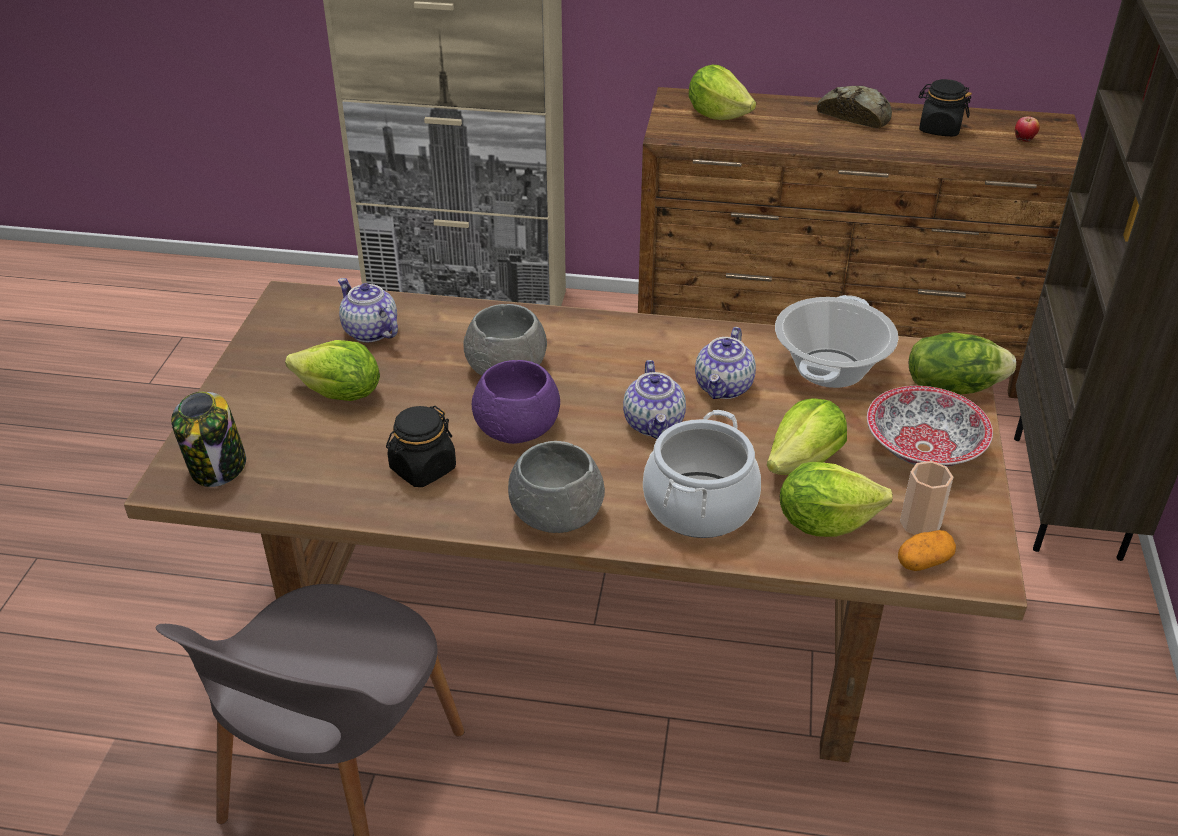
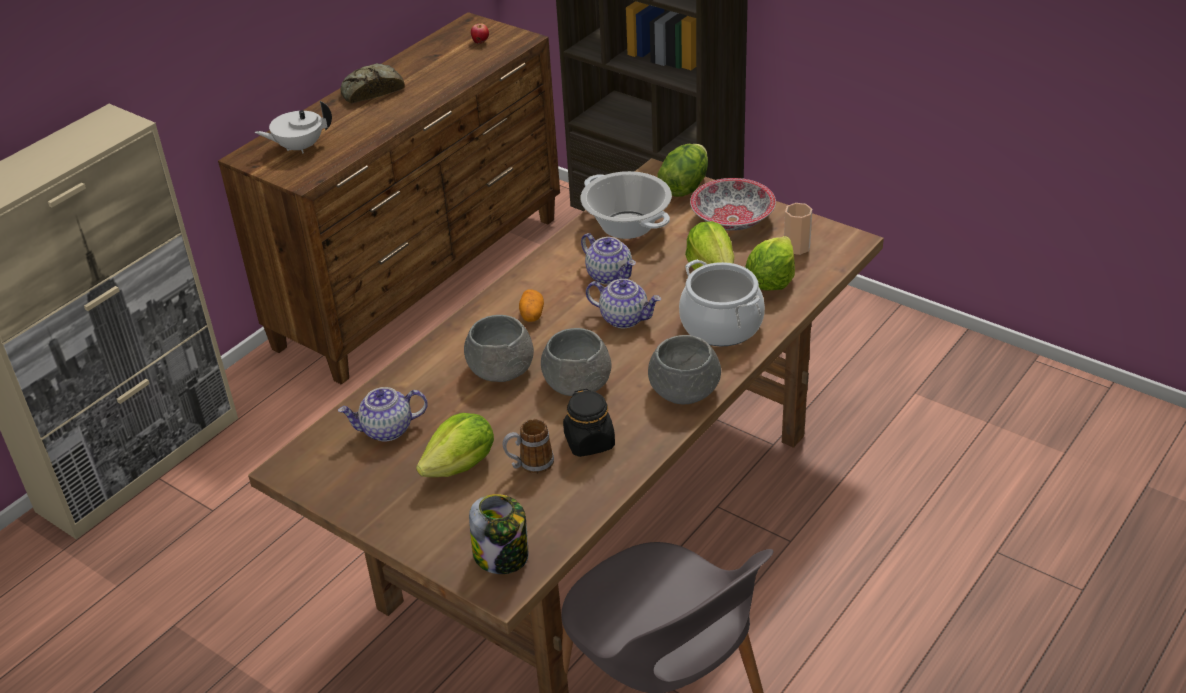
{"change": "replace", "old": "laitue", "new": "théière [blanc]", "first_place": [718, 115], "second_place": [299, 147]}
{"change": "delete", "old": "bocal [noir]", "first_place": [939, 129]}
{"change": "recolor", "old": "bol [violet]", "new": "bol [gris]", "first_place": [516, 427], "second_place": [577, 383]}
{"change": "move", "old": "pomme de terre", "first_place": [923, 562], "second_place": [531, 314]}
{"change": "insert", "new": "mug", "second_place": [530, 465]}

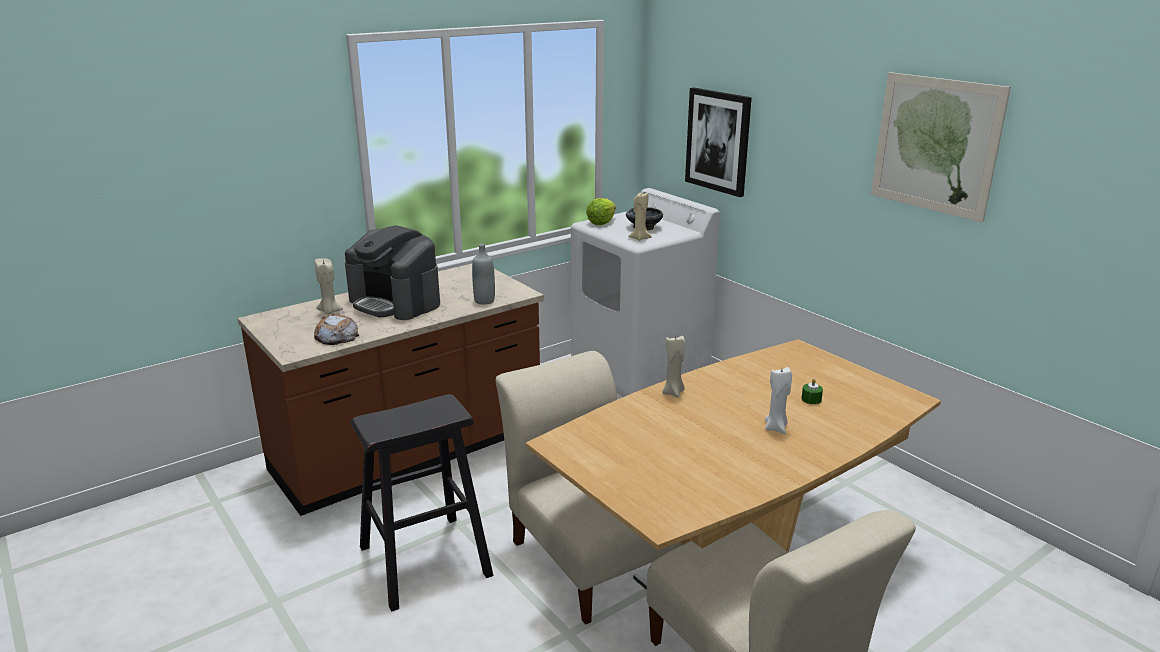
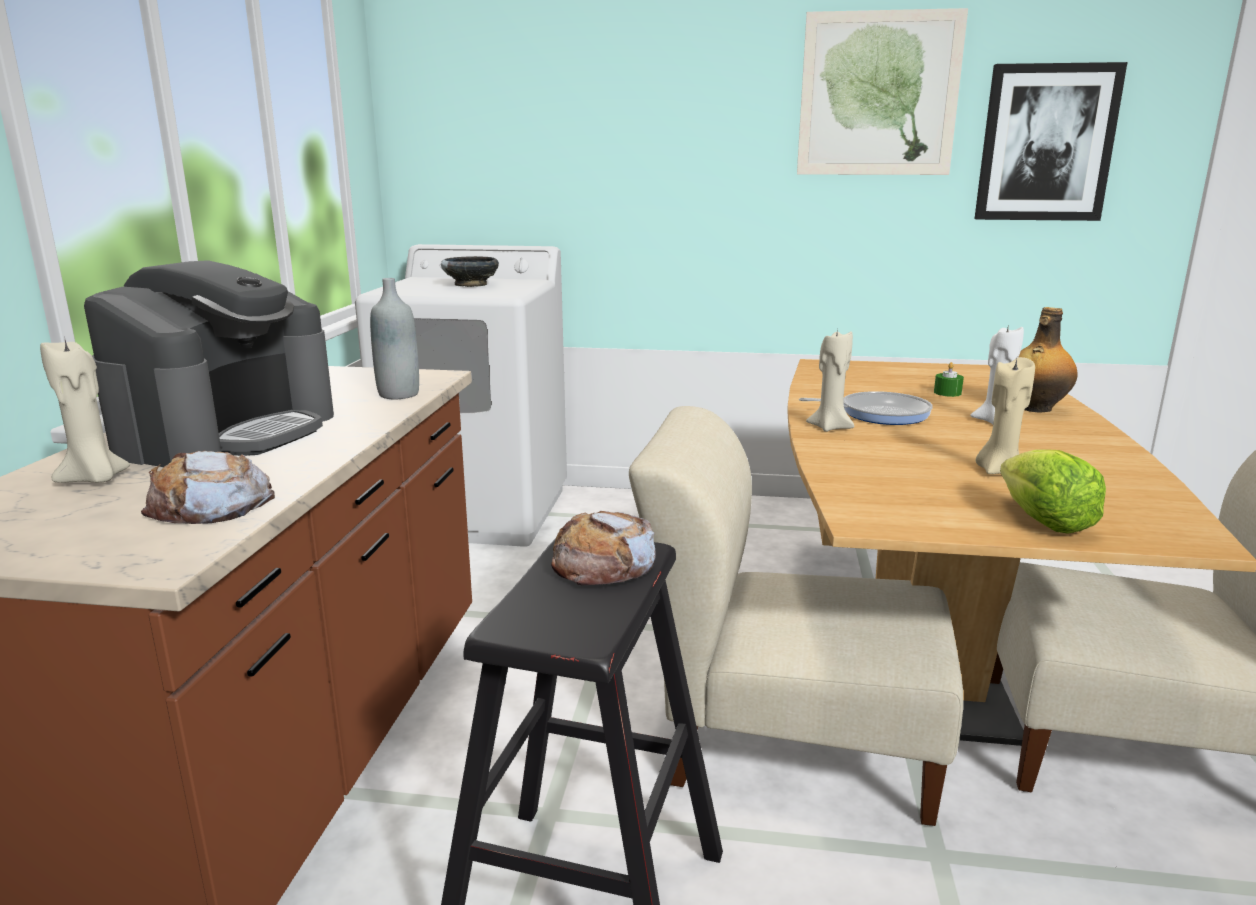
{"change": "move", "old": "tableau", "first_place": [718, 141], "second_place": [1046, 143]}
{"change": "move", "old": "bougie [beige]", "first_place": [639, 238], "second_place": [998, 471]}
{"change": "move", "old": "laitue", "first_place": [601, 222], "second_place": [1043, 521]}
{"change": "rotate", "old": "machine à café", "first_place": [395, 302], "second_place": [228, 433], "degrees": -60}
{"change": "insert", "new": "bouteille", "second_place": [1035, 408]}
{"change": "insert", "new": "poêle", "second_place": [879, 414]}
{"change": "insert", "new": "pain", "second_place": [603, 562]}

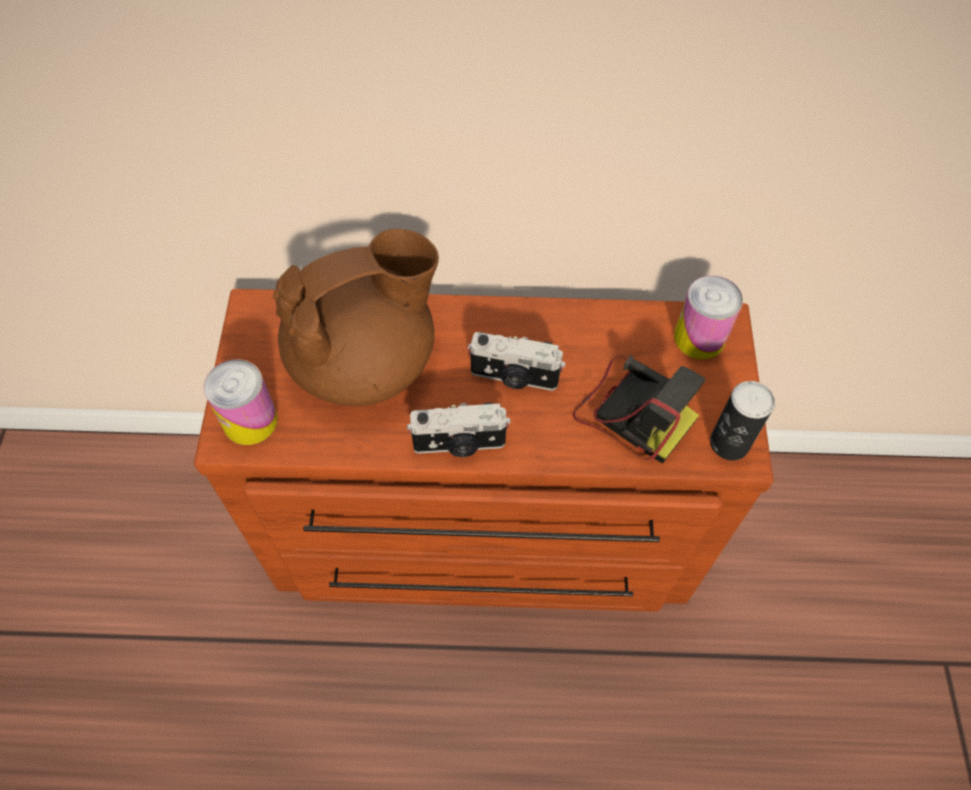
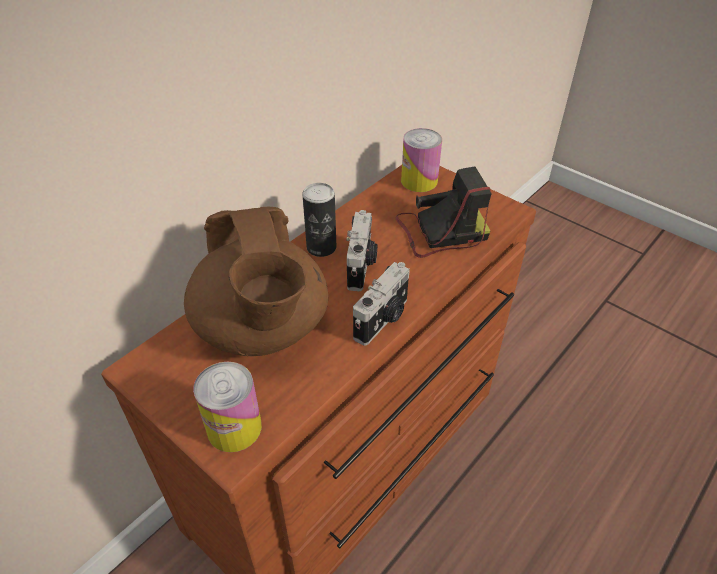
{"change": "rotate", "old": "théière [marron]", "first_place": [365, 360], "second_place": [263, 329], "degrees": 150}
{"change": "rotate", "old": "appareil photo", "first_place": [514, 377], "second_place": [361, 266], "degrees": -45}
{"change": "move", "old": "boîte métallique", "first_place": [729, 443], "second_place": [321, 247]}

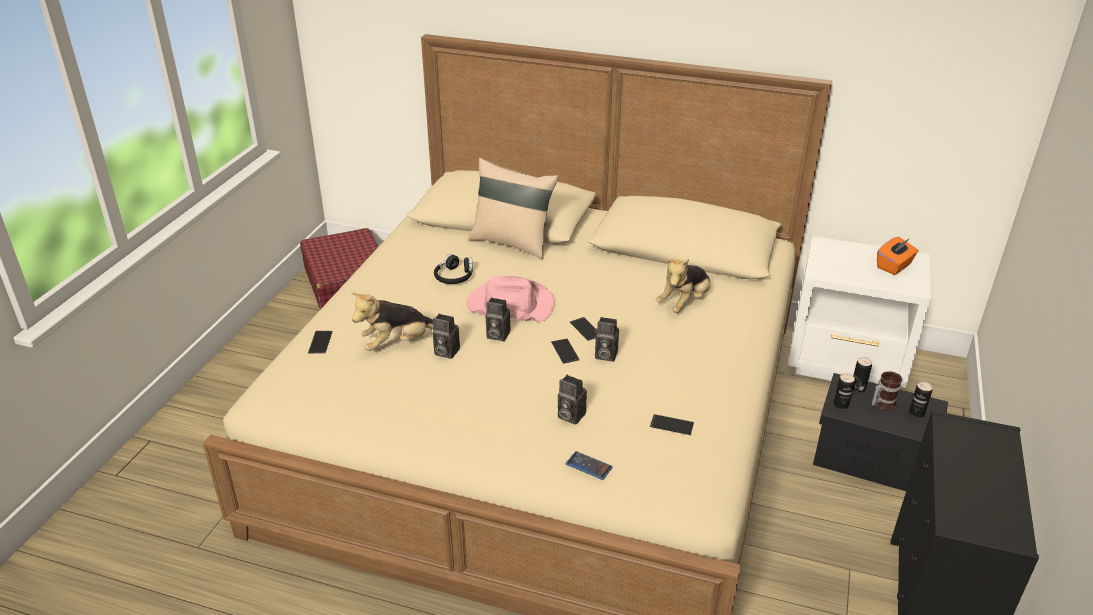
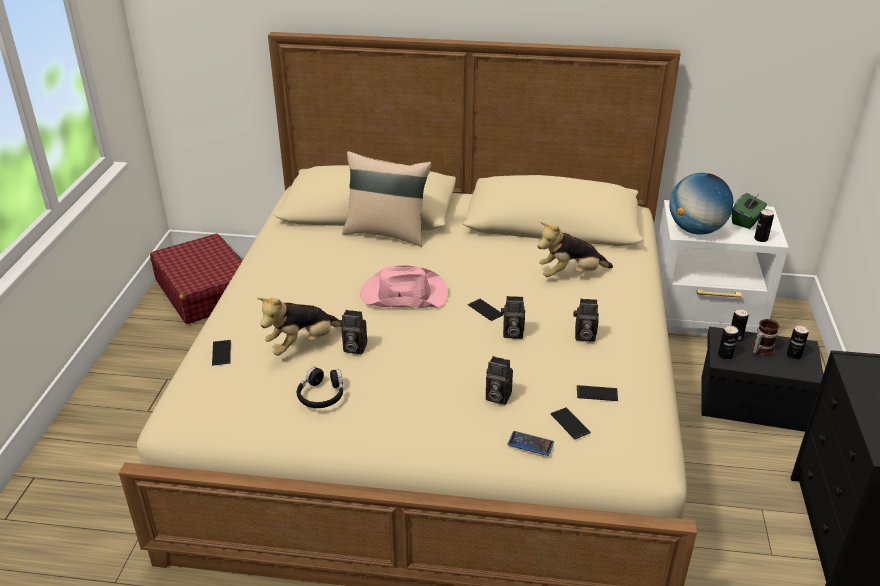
{"change": "recolor", "old": "boîte à mouchoirs [orange]", "new": "boîte à mouchoirs [vert]", "first_place": [894, 266], "second_place": [746, 221]}
{"change": "move", "old": "casque audio [noir]", "first_place": [454, 277], "second_place": [321, 395]}
{"change": "rotate", "old": "peluche", "first_place": [684, 303], "second_place": [570, 274], "degrees": 45}
{"change": "move", "old": "appareil photo", "first_place": [496, 335], "second_place": [583, 336]}
{"change": "move", "old": "téléphone", "first_place": [565, 351], "second_place": [570, 423]}
{"change": "insert", "new": "globe", "second_place": [696, 230]}
{"change": "insert", "new": "boîte métallique", "second_place": [761, 239]}

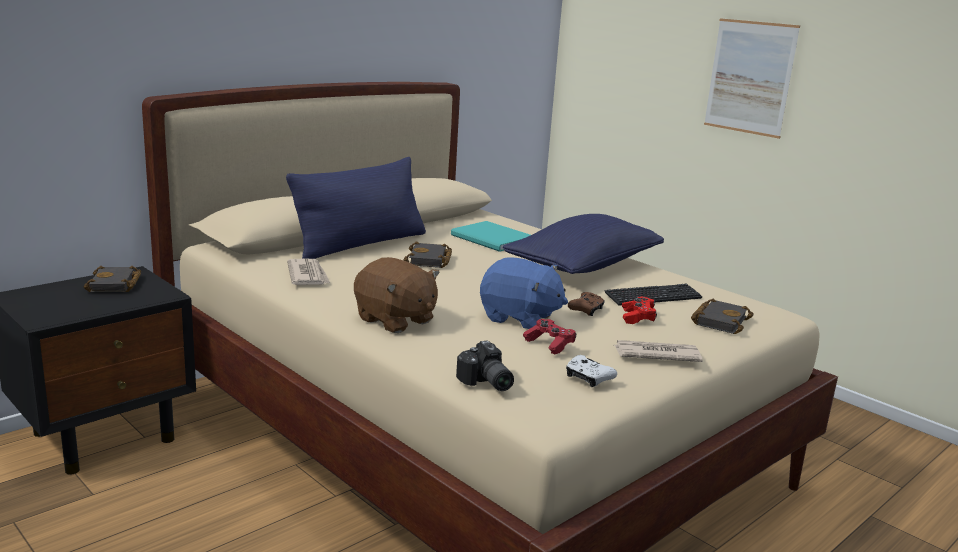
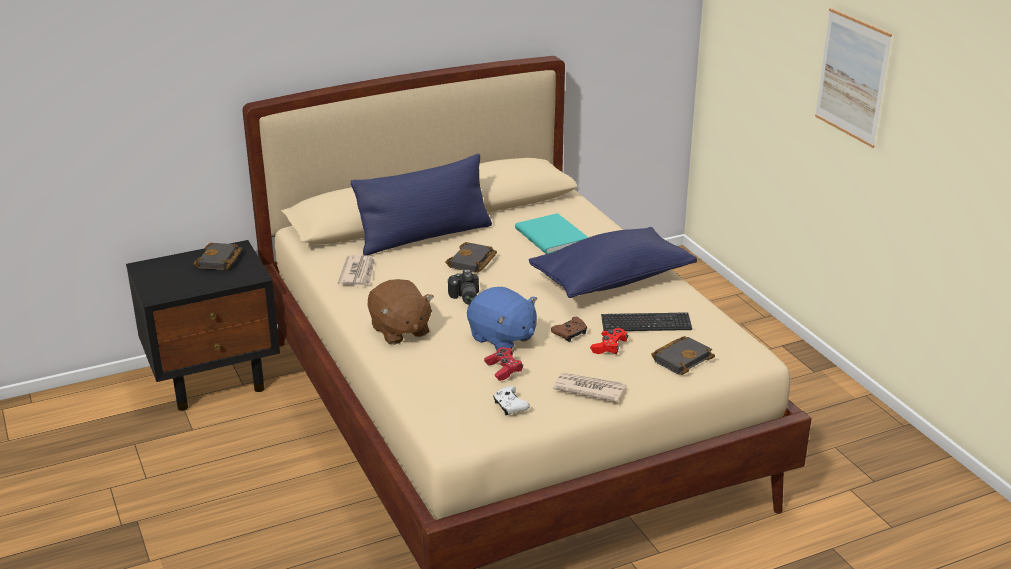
{"change": "move", "old": "appareil photo", "first_place": [485, 383], "second_place": [464, 298]}

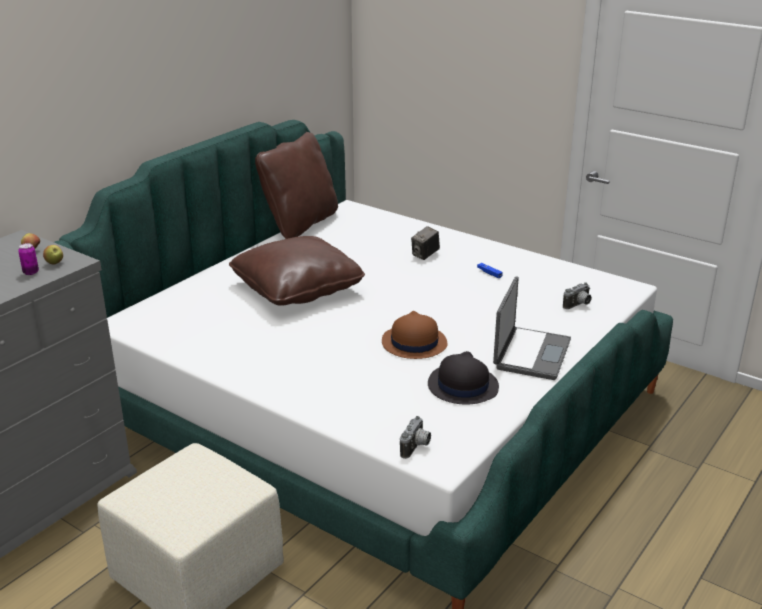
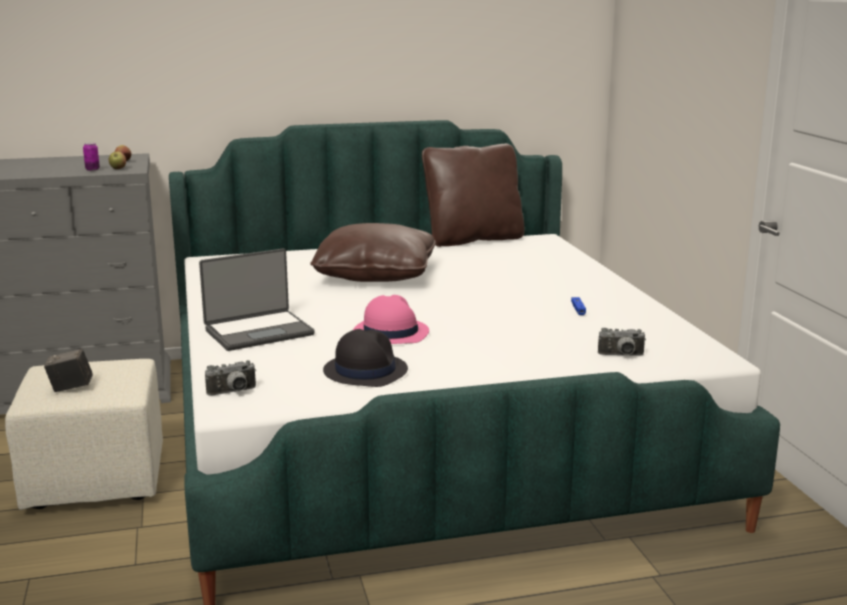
{"change": "move", "old": "appareil photo", "first_place": [425, 255], "second_place": [70, 388]}
{"change": "move", "old": "ordinateur portable", "first_place": [530, 354], "second_place": [258, 332]}
{"change": "recolor", "old": "chapeau [marron]", "new": "chapeau [rose]", "first_place": [413, 343], "second_place": [390, 332]}

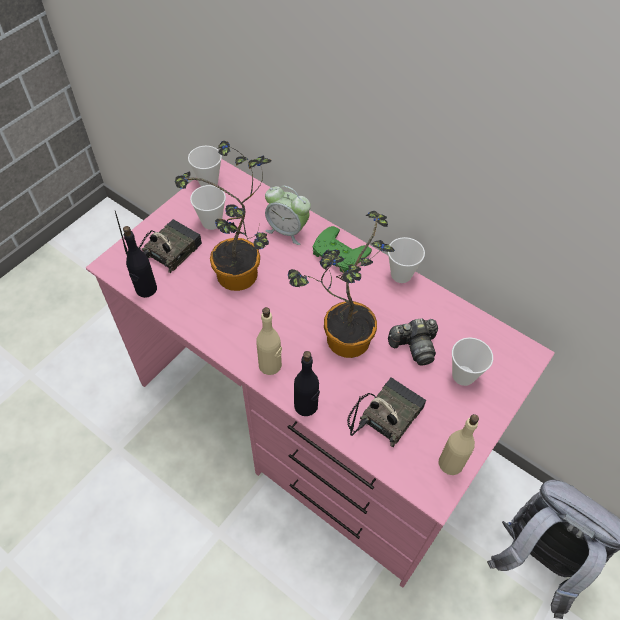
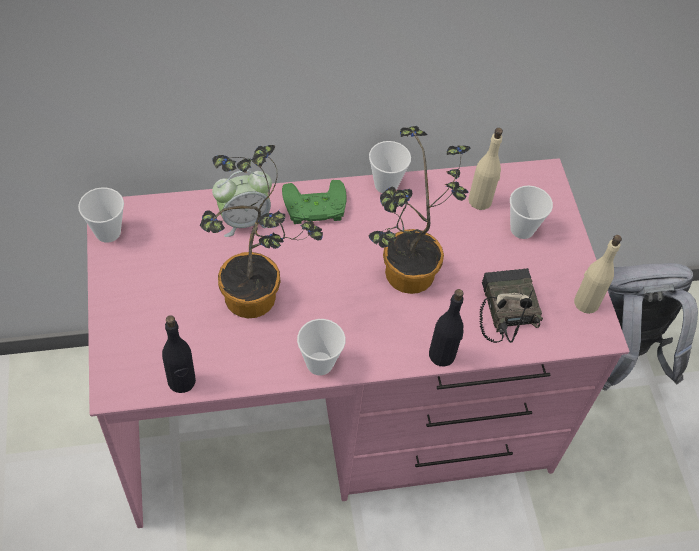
{"change": "move", "old": "tasse", "first_place": [211, 222], "second_place": [319, 363]}
{"change": "delete", "old": "radio", "first_place": [168, 250]}
{"change": "move", "old": "bouteille [beige]", "first_place": [270, 365], "second_place": [480, 200]}
{"change": "delete", "old": "appareil photo", "first_place": [414, 346]}

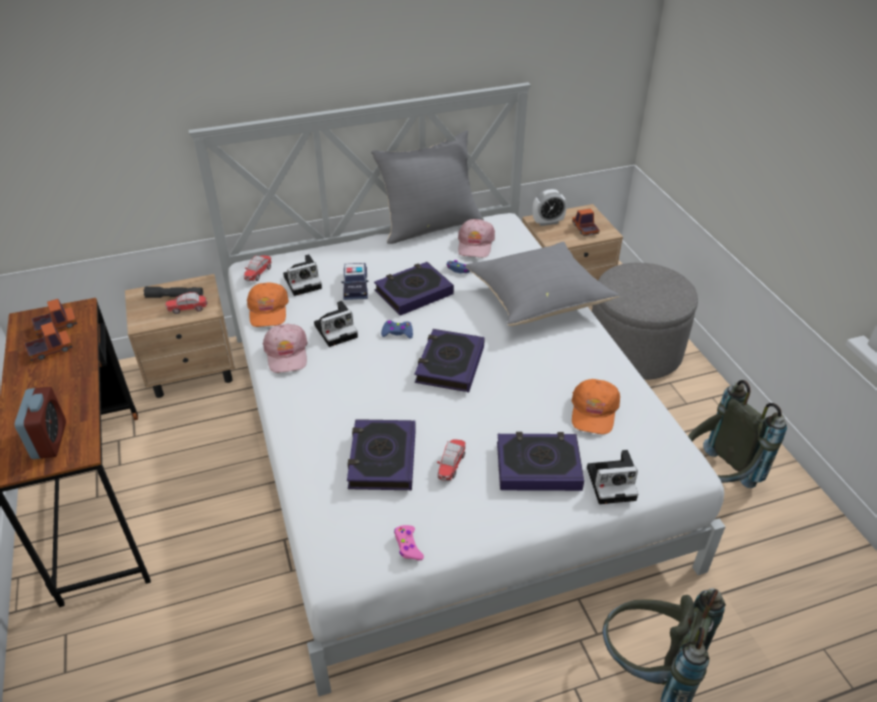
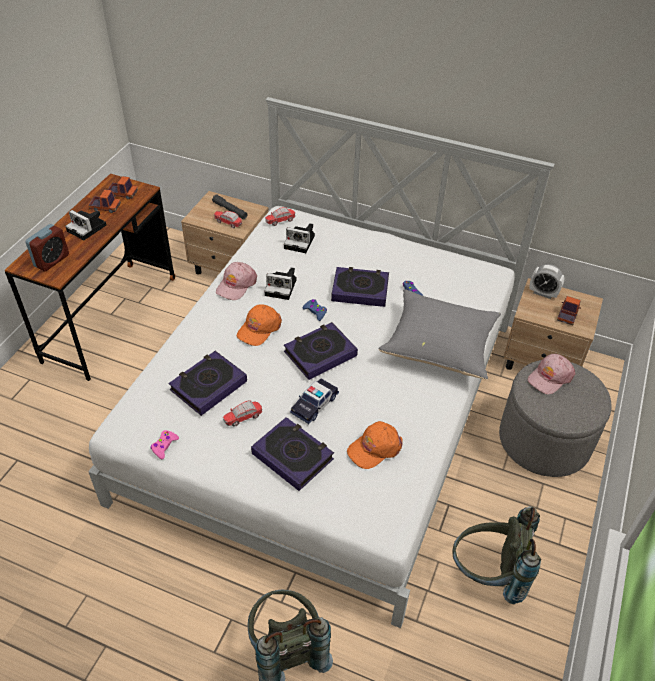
{"change": "delete", "old": "coussin [gris]", "first_place": [430, 225]}
{"change": "move", "old": "casquette [rose]", "first_place": [475, 244], "second_place": [550, 377]}
{"change": "move", "old": "petite voiture", "first_place": [355, 286], "second_place": [314, 404]}
{"change": "move", "old": "casquette [orange]", "first_place": [268, 310], "second_place": [259, 329]}
{"change": "move", "old": "appareil photo", "first_place": [613, 482], "second_place": [88, 228]}

